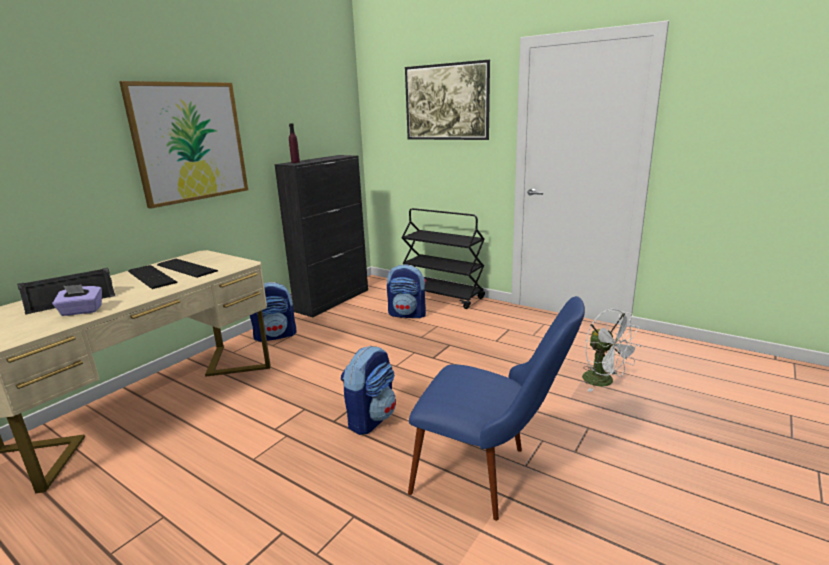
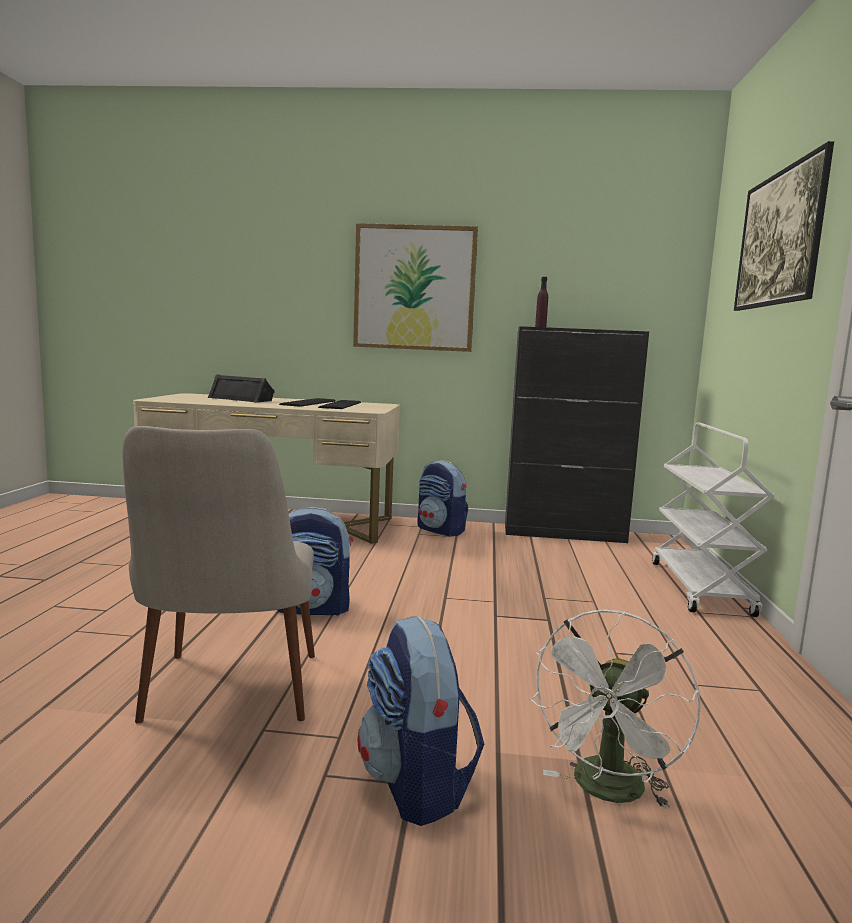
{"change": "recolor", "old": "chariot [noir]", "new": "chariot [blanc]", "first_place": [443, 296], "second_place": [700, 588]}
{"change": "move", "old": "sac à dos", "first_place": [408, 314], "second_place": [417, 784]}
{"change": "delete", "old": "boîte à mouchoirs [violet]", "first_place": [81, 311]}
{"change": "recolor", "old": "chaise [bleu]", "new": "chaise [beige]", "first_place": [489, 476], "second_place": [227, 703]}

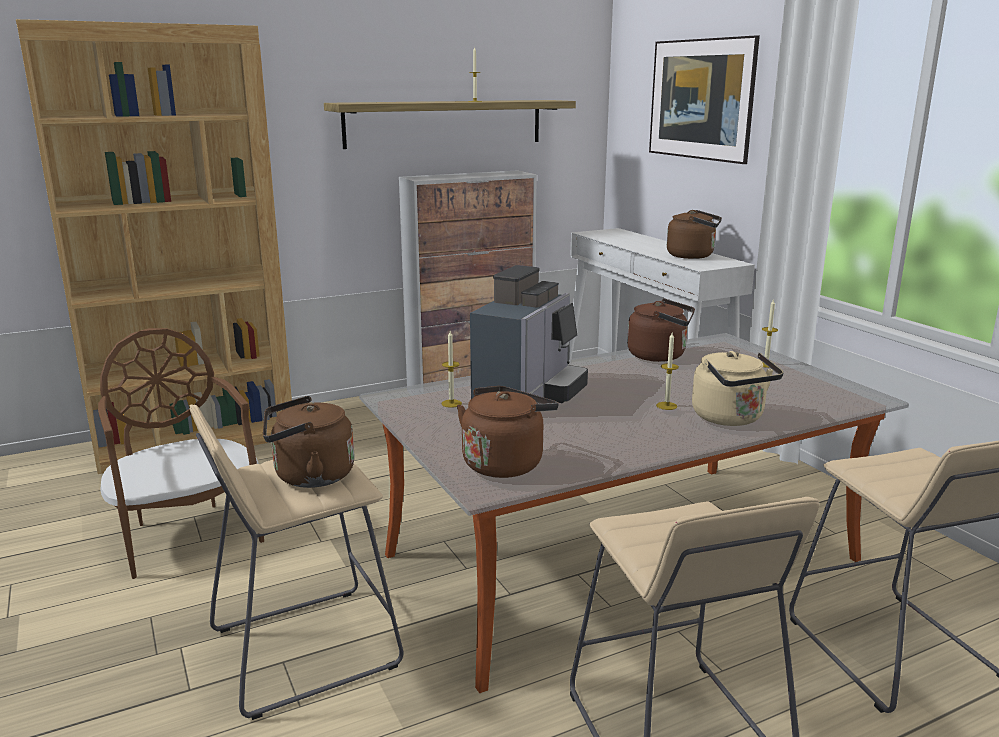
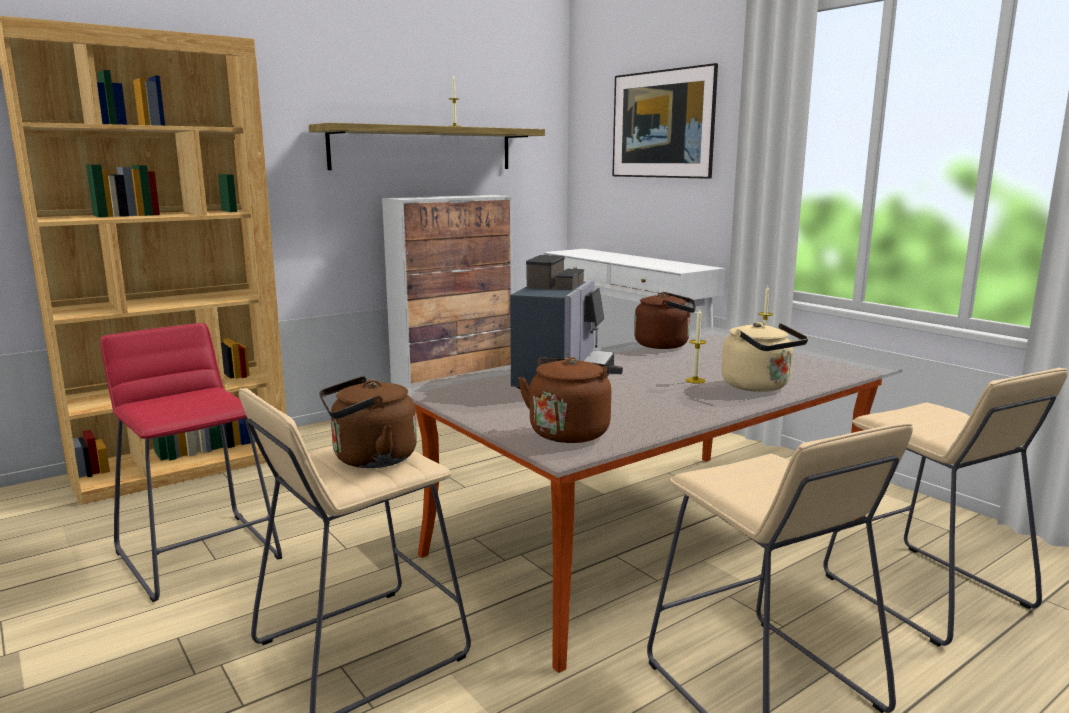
{"change": "delete", "old": "bouilloire [marron]", "first_place": [693, 256]}
{"change": "replace", "old": "chaise [marron]", "new": "tabouret [rouge]", "first_place": [189, 535], "second_place": [199, 554]}
{"change": "delete", "old": "bougie", "first_place": [451, 403]}

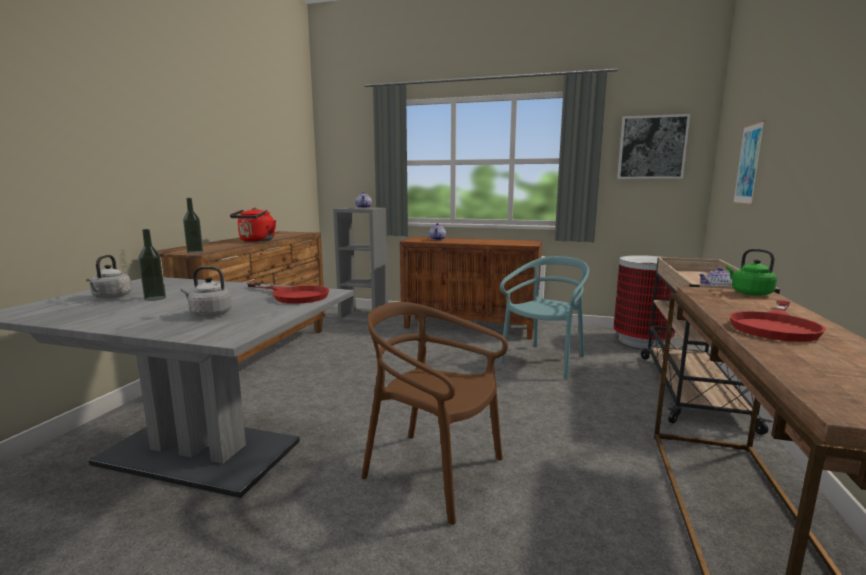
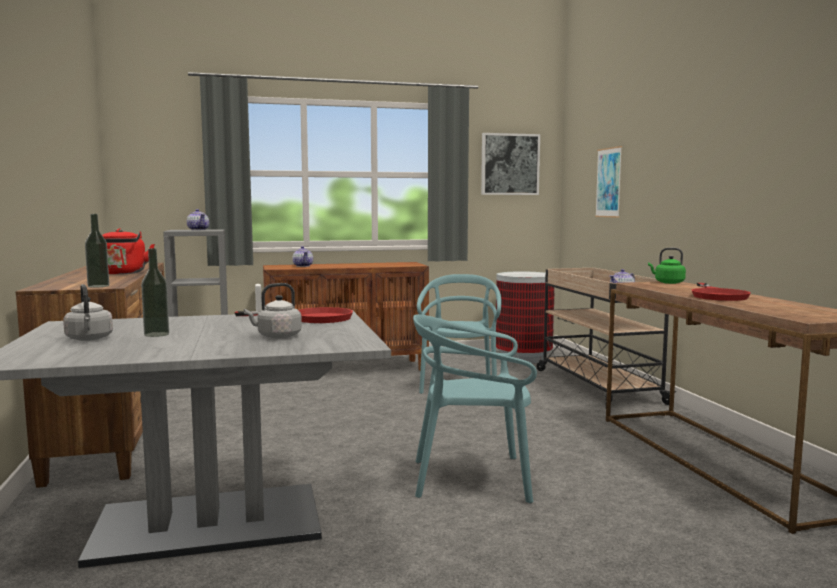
{"change": "recolor", "old": "chaise [marron]", "new": "chaise [turquoise]", "first_place": [433, 472], "second_place": [472, 478]}

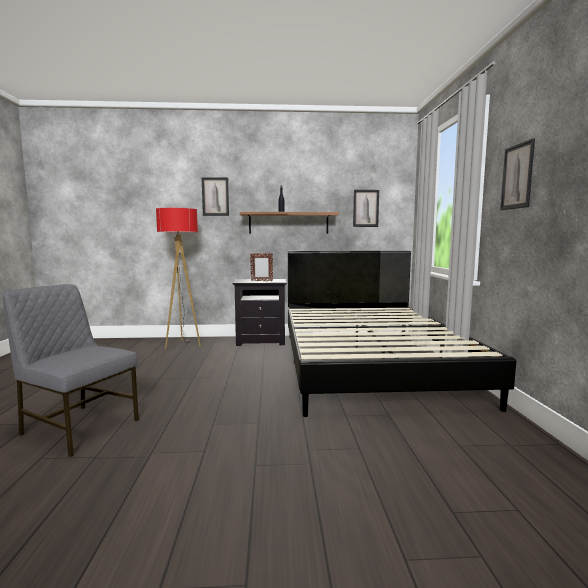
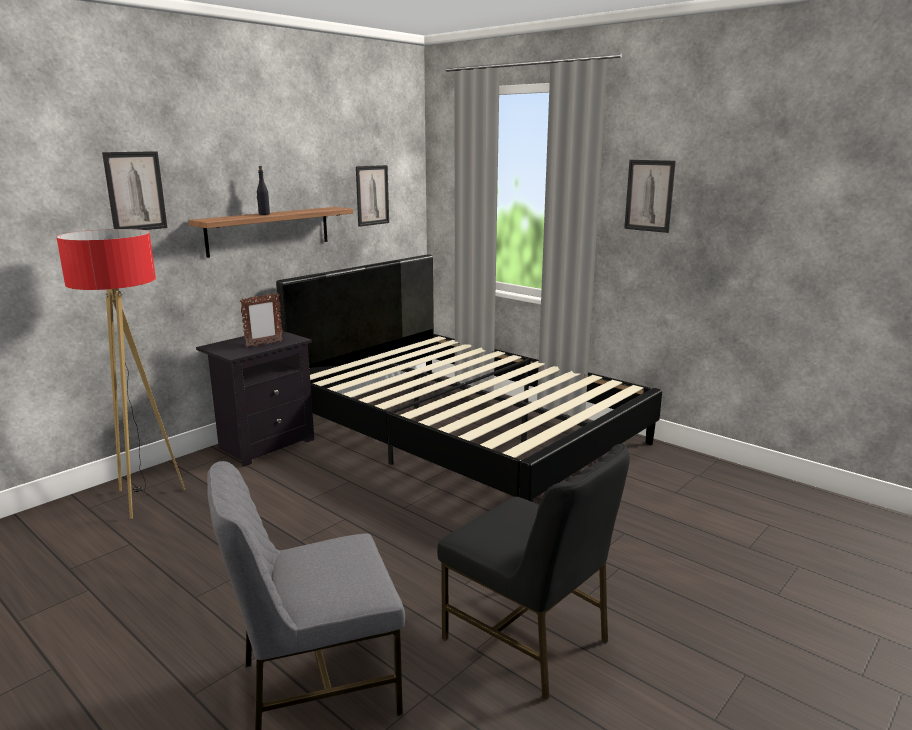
{"change": "insert", "new": "chaise [noir]", "second_place": [528, 640]}

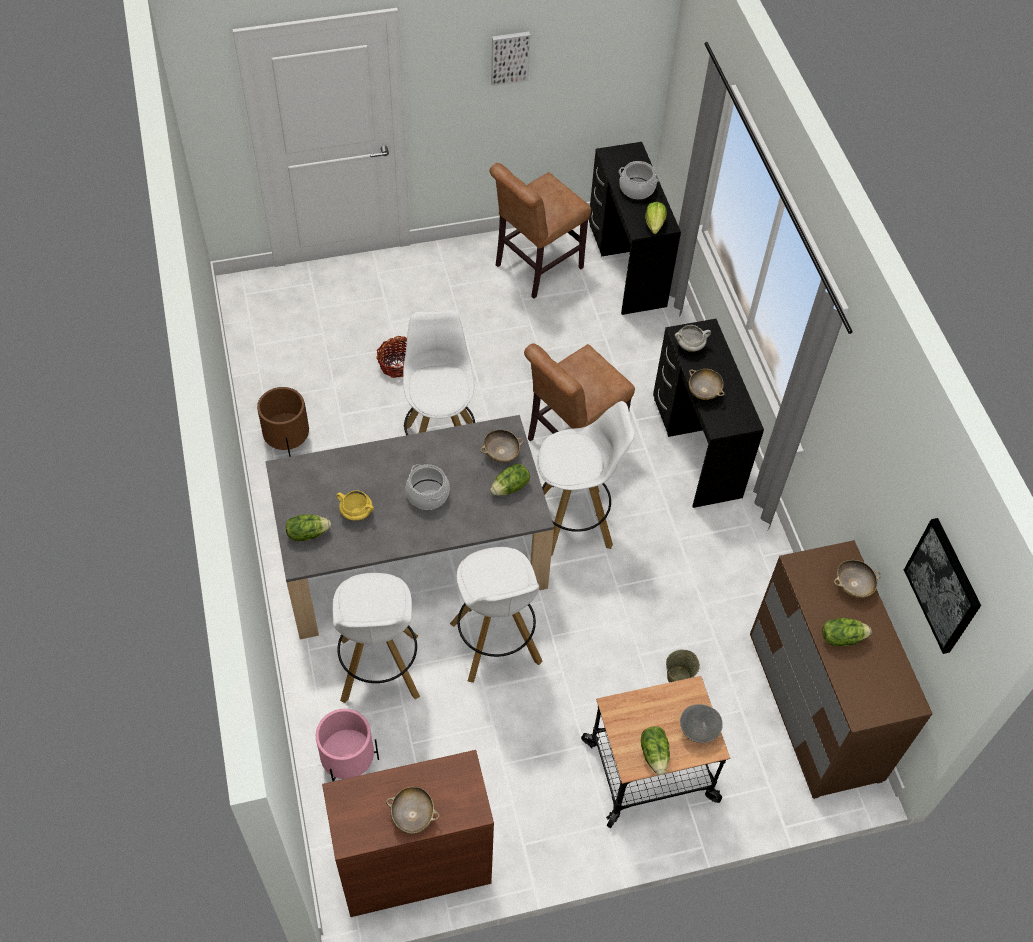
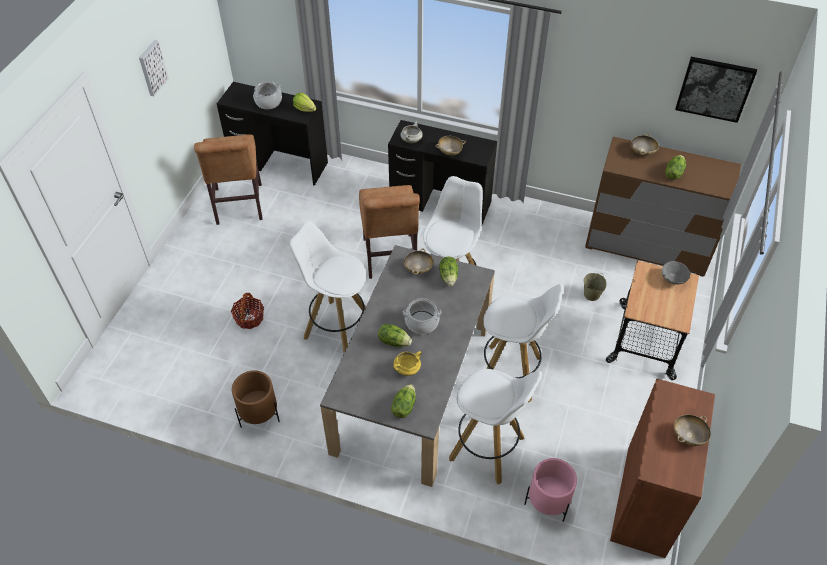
{"change": "move", "old": "laitue", "first_place": [654, 754], "second_place": [394, 341]}

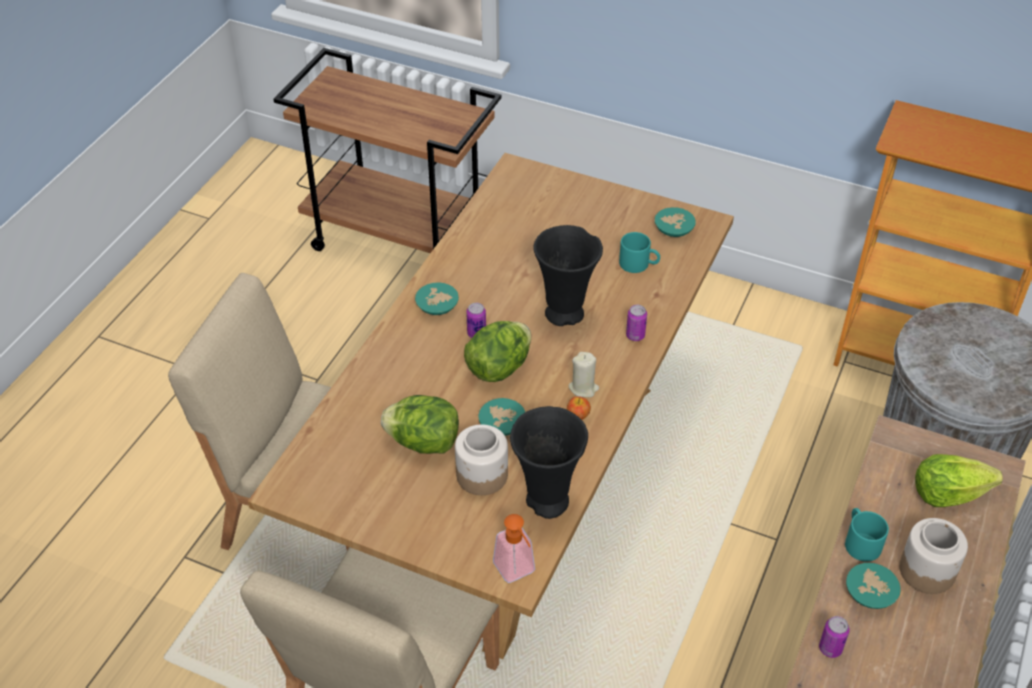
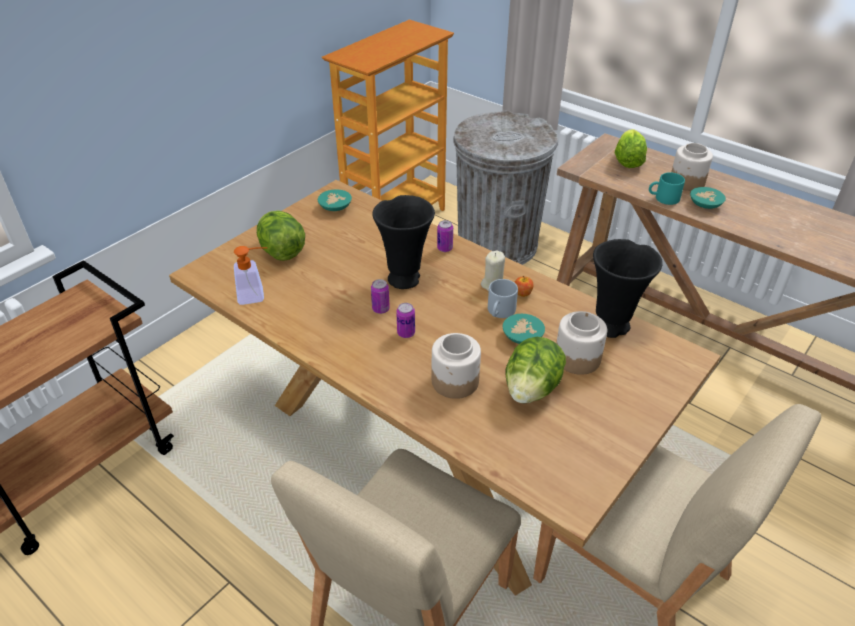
{"change": "delete", "old": "mug [turquoise]", "first_place": [639, 264]}
{"change": "delete", "old": "bol [turquoise]", "first_place": [439, 307]}
{"change": "move", "old": "laitue", "first_place": [499, 368], "second_place": [282, 251]}
{"change": "move", "old": "distributeur de savon", "first_place": [517, 572], "second_place": [256, 295]}
{"change": "move", "old": "boîte métallique", "first_place": [830, 648], "second_place": [380, 309]}
{"change": "insert", "new": "mug [gris]", "second_place": [500, 312]}
{"change": "insert", "new": "bocal", "second_place": [455, 381]}

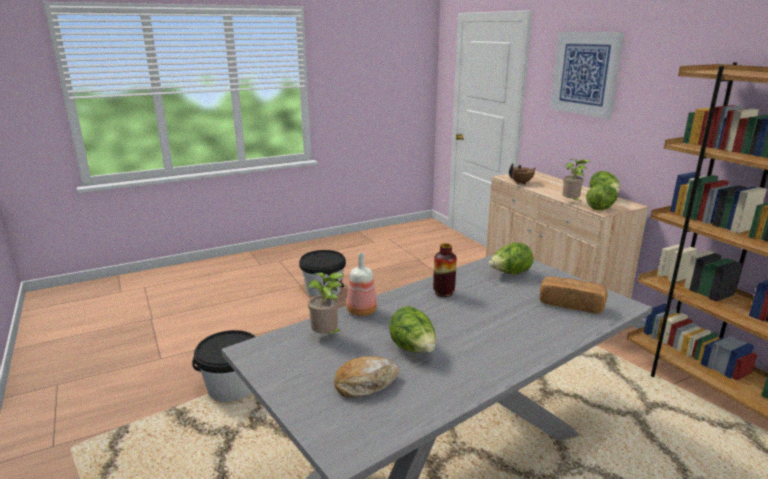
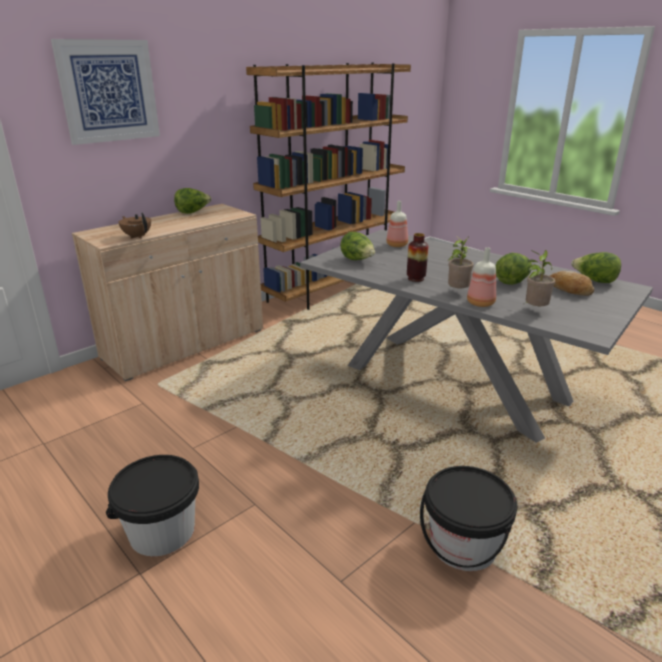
{"change": "move", "old": "plante en pot", "first_place": [571, 202], "second_place": [457, 292]}
{"change": "move", "old": "laitue", "first_place": [601, 208], "second_place": [594, 281]}
{"change": "replace", "old": "pain", "new": "bouteille", "first_place": [571, 304], "second_place": [397, 245]}

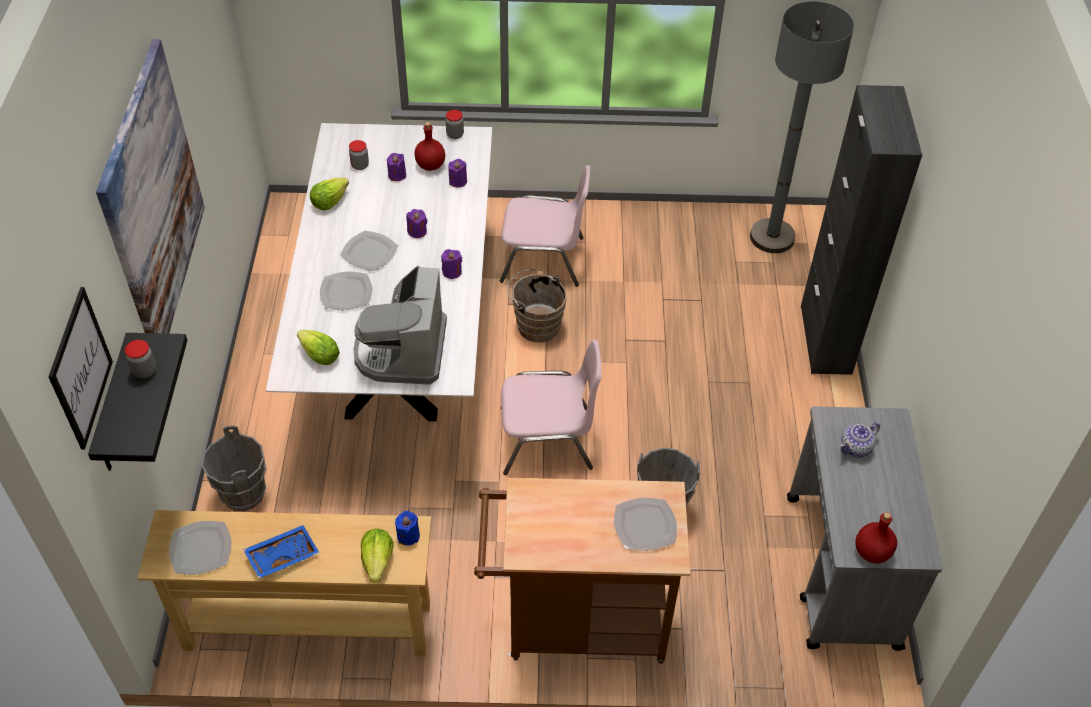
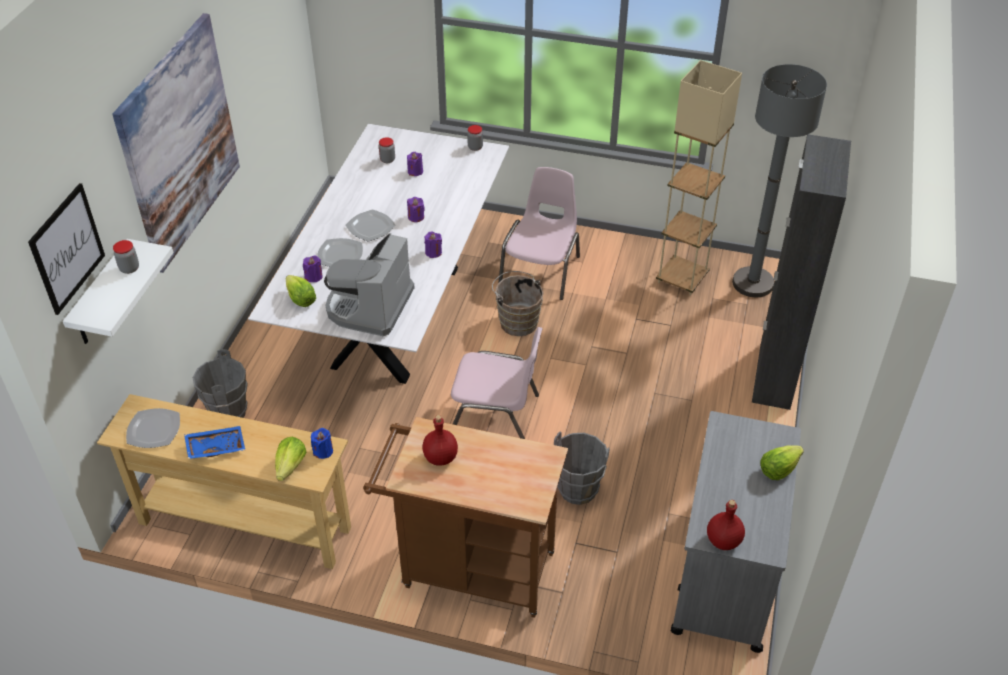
{"change": "move", "old": "bouteille [rouge]", "first_place": [430, 165], "second_place": [440, 457]}
{"change": "move", "old": "bougie [violet]", "first_place": [458, 181], "second_place": [314, 277]}
{"change": "rotate", "old": "chaise [rose]", "first_place": [544, 259], "second_place": [541, 270], "degrees": -90}
{"change": "move", "old": "laitue", "first_place": [329, 202], "second_place": [778, 470]}
{"change": "recolor", "old": "étagère [noir]", "new": "étagère [blanc]", "first_place": [114, 408], "second_place": [101, 295]}
{"change": "delete", "old": "théière", "first_place": [856, 448]}
{"change": "delete", "old": "assiette", "first_place": [644, 525]}
{"change": "insert", "new": "lampadaire [beige]", "second_place": [682, 279]}

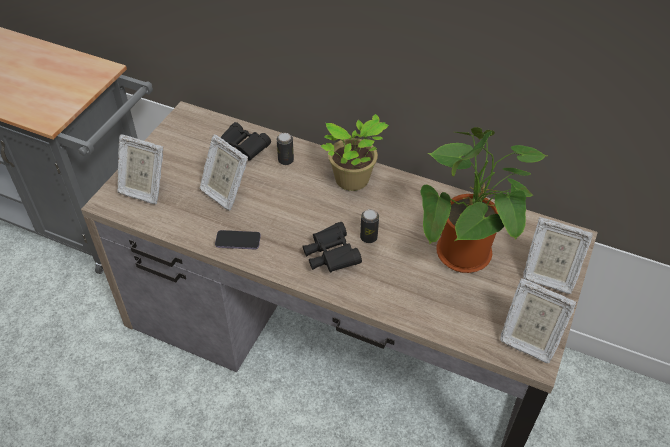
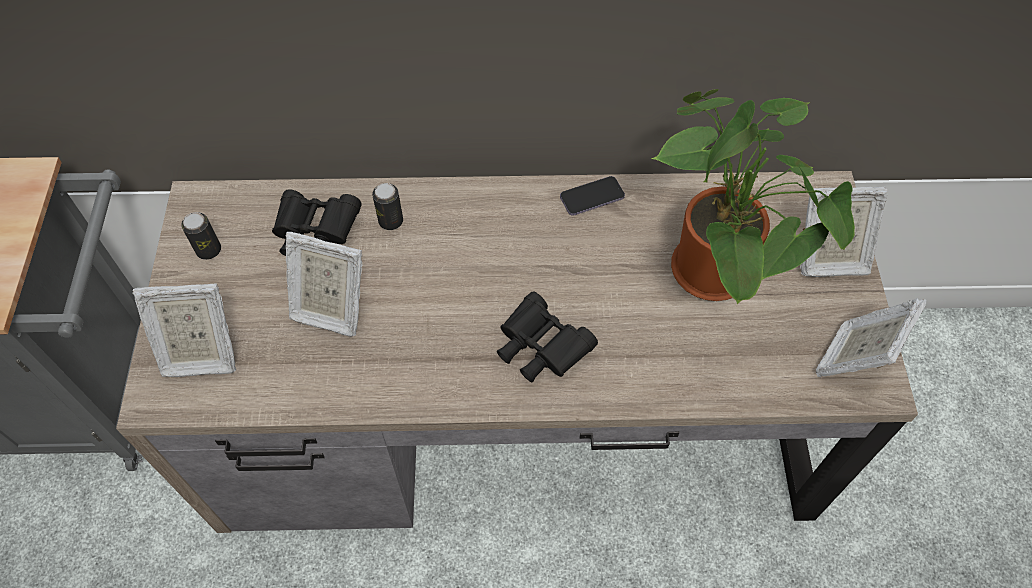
{"change": "delete", "old": "plante en pot", "first_place": [353, 181]}
{"change": "move", "old": "boîte métallique", "first_place": [368, 237], "second_place": [209, 250]}
{"change": "move", "old": "téléphone", "first_place": [238, 241], "second_place": [592, 197]}
{"change": "rotate", "old": "cadre photo", "first_place": [528, 339], "second_place": [854, 360], "degrees": 120}

